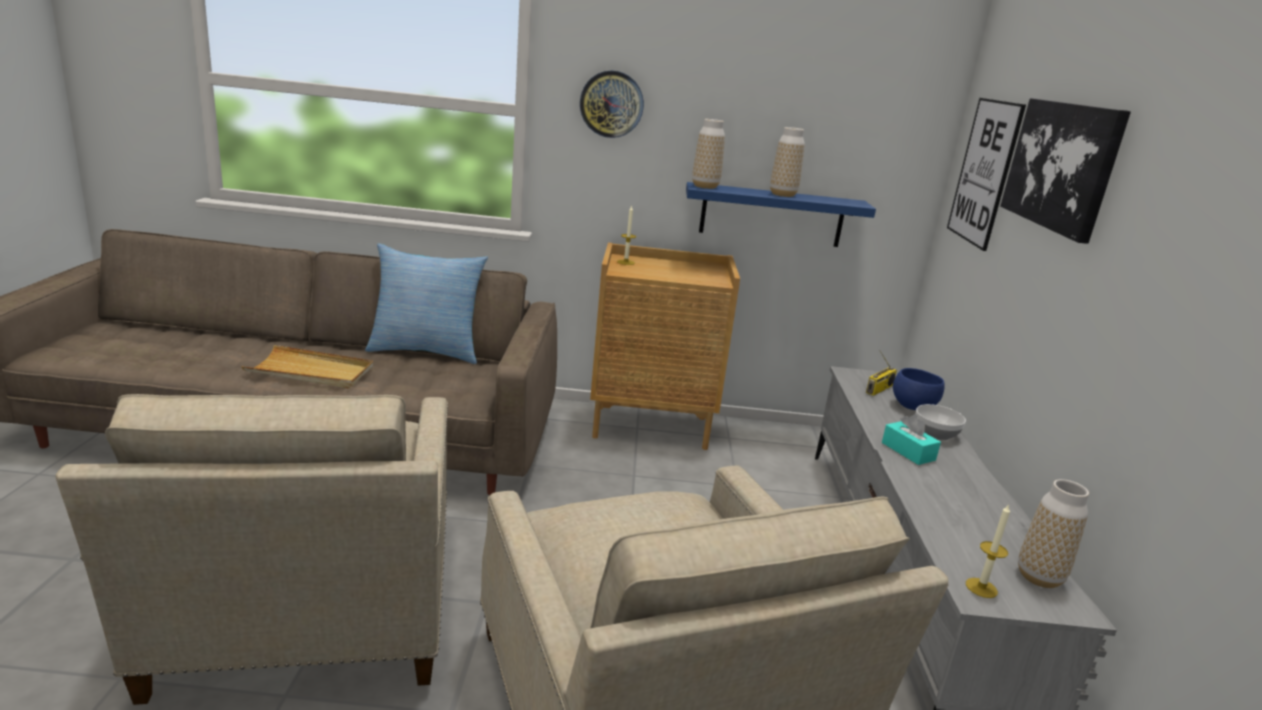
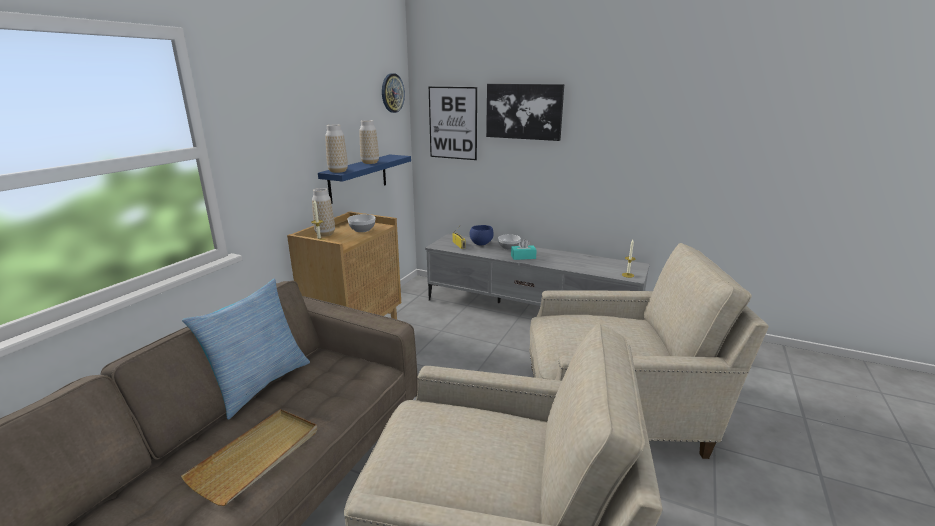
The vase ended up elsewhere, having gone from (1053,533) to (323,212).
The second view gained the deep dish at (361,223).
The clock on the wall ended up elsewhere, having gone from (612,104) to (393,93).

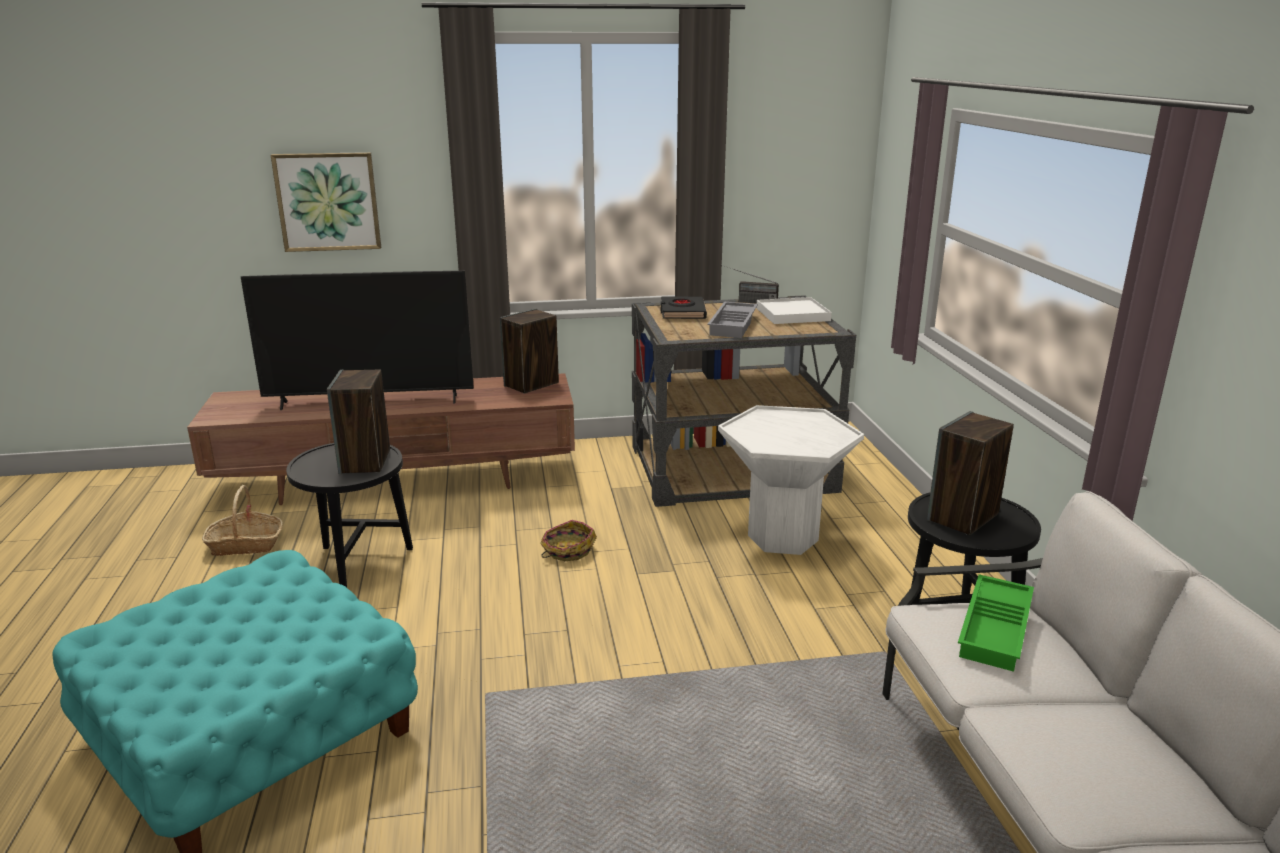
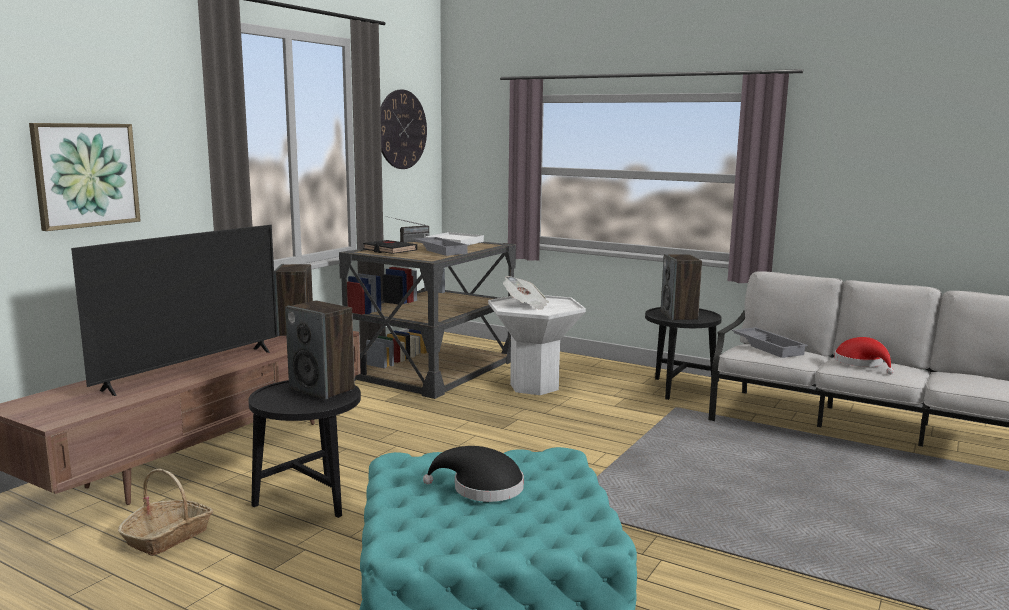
The second view gained the clock on the wall at (404,129).
The second view gained the clothing hat (blackish) at (473,474).
The second view gained the newspaper at (526,293).
What was the serving tray (green-coloured) at (996,623) turned into the serving tray (greyish) at (770,342).
The second view gained the clothing hat (red-coloured) at (864,355).
The second view lost the basket at (568,540).

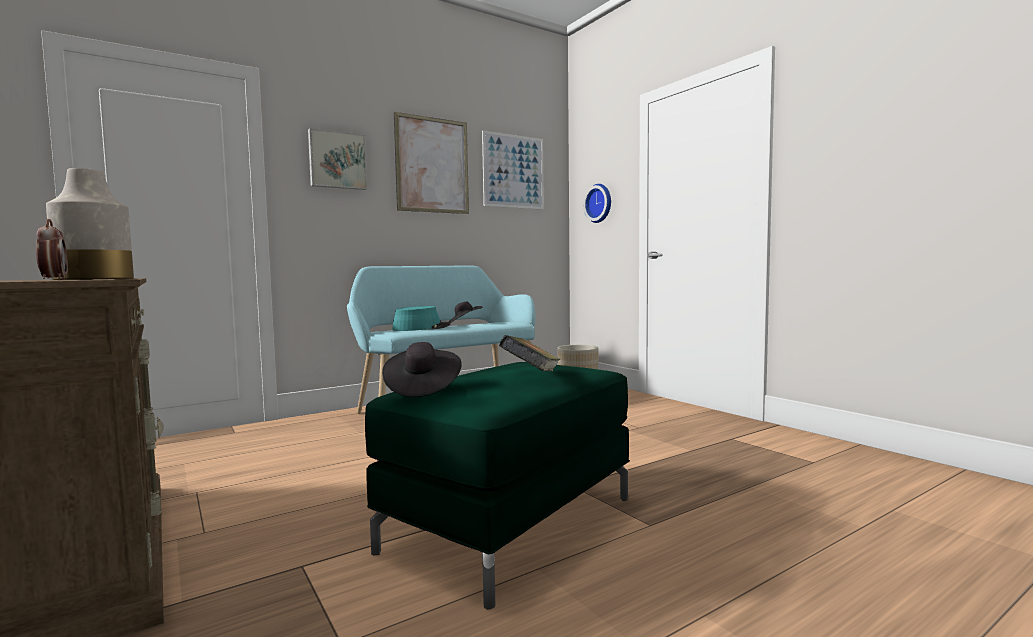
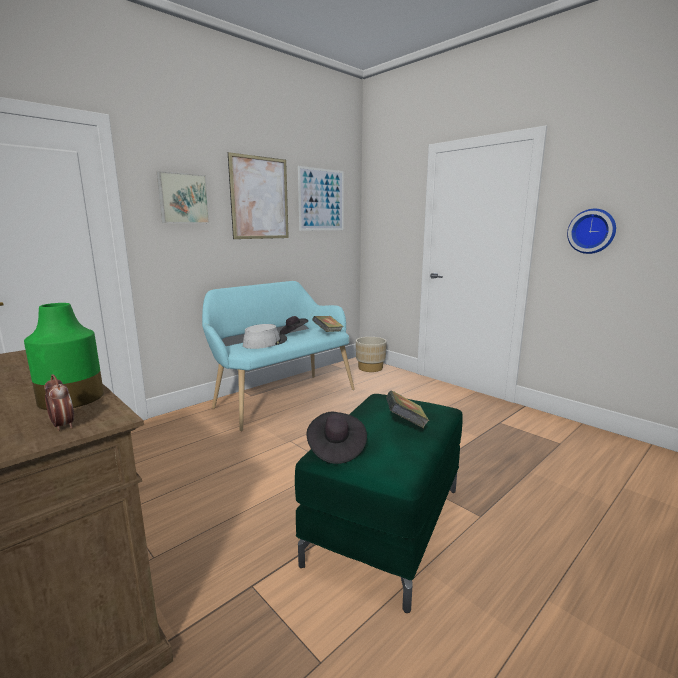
What was the vase (beige-coloured) at (90,224) turned into the vase (green-coloured) at (64,356).
What was the clothing hat (blue-green) at (421,318) turned into the clothing hat (greyish) at (265,336).
The second view gained the book at (328,324).
The clock on the wall ended up elsewhere, having gone from (597,203) to (591,231).

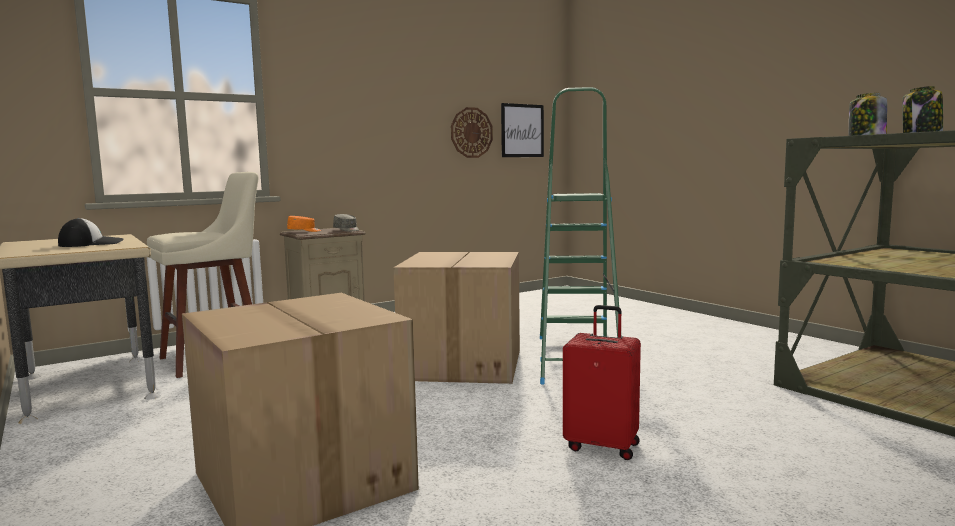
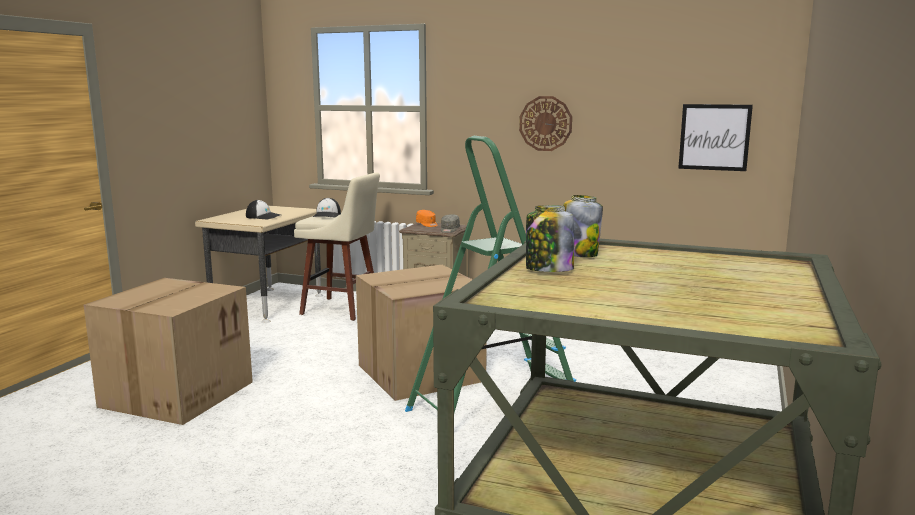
The second view gained the baseball cap at (327,208).
The clock on the wall ended up elsewhere, having gone from (472,132) to (545,123).
The second view lost the suitcase (red-coloured) at (602,382).

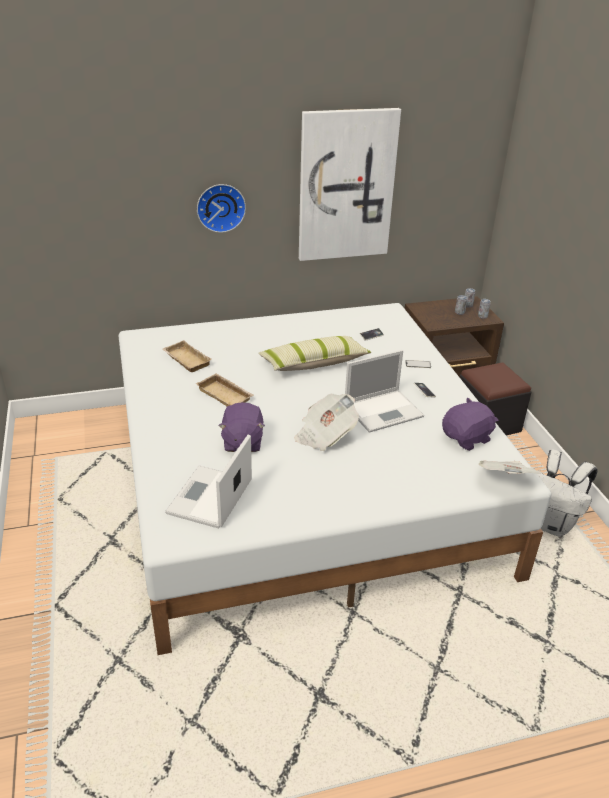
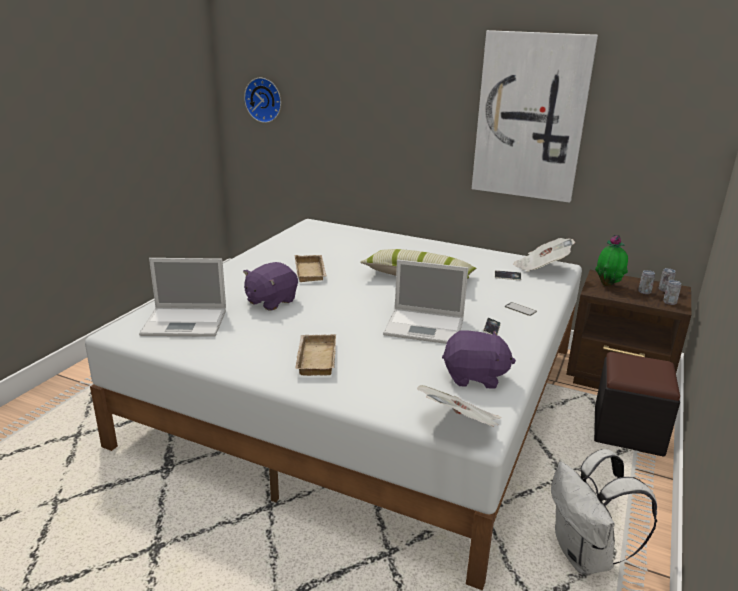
The laptop at (208,482) ended up facing another way, 150 degrees counterclockwise from before.
The clock on the wall ended up elsewhere, having gone from (221,208) to (262,100).
The serving tray (beige-coloured) ended up elsewhere, having gone from (187,356) to (315,355).
The newspaper ended up elsewhere, having gone from (327,422) to (544,255).
The second view gained the houseplant at (611,260).

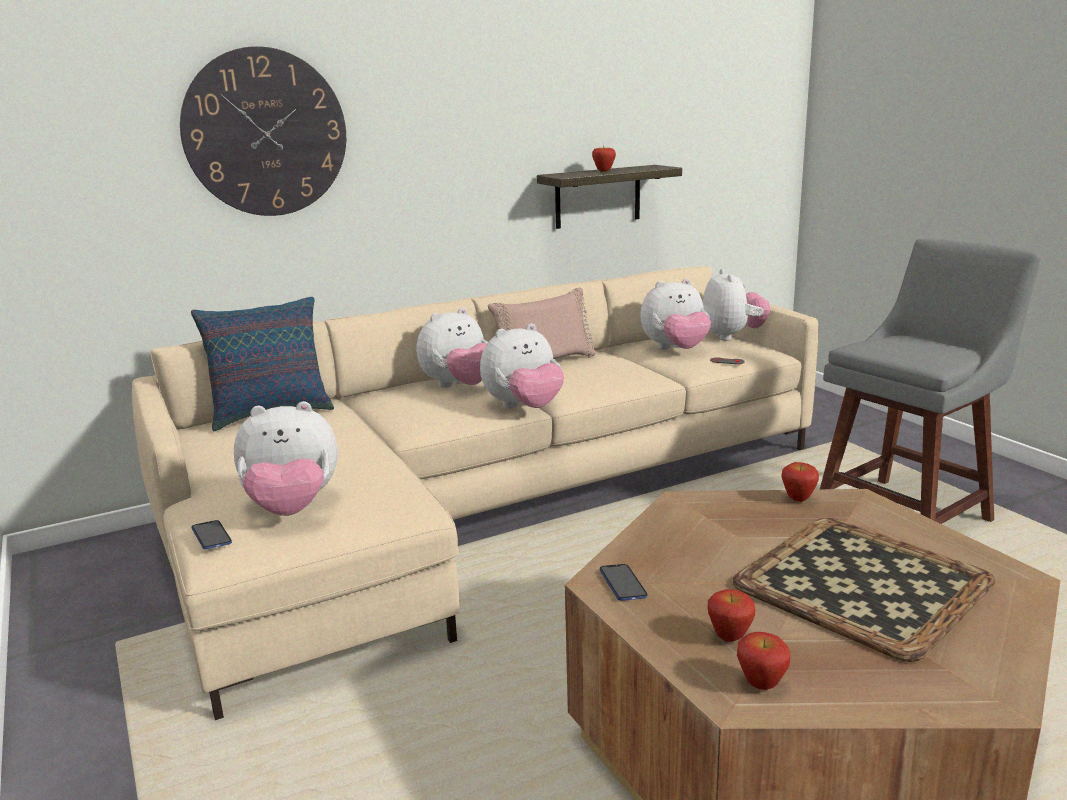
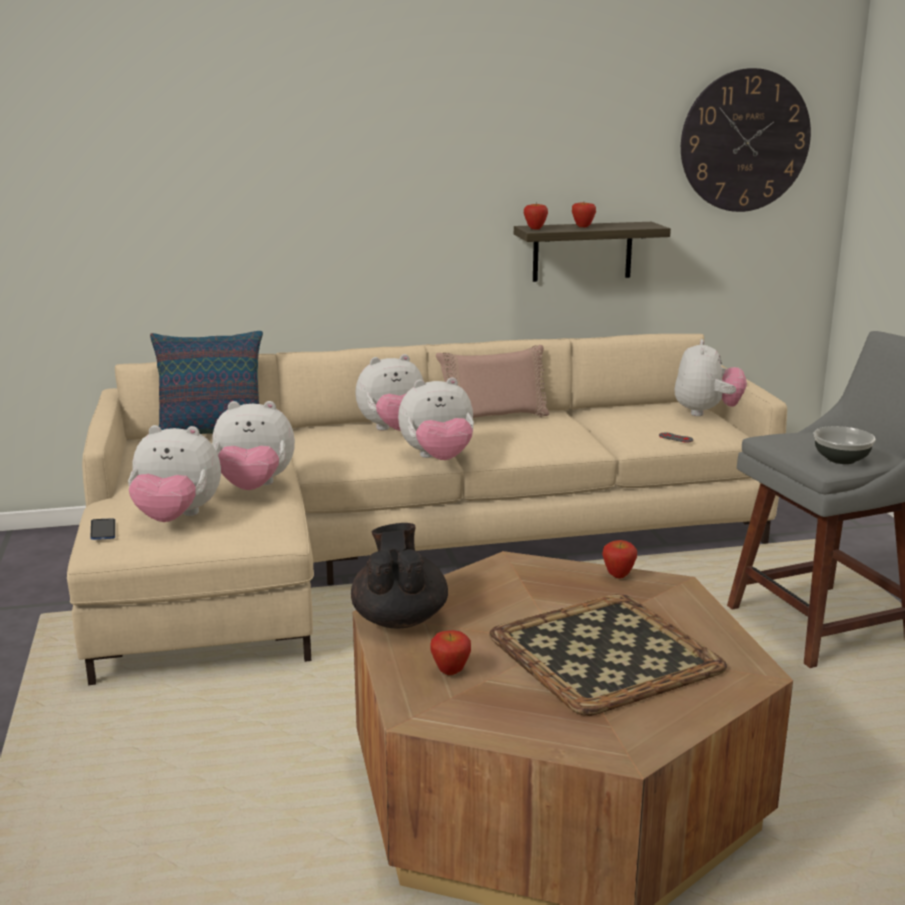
The cuddly toy ended up elsewhere, having gone from (675,314) to (253,445).
Where the telephone stood at (624,582), the tea pot (blackish) came to stand at (399,575).
The apple ended up elsewhere, having gone from (763,661) to (536,216).
The clock on the wall ended up elsewhere, having gone from (263,131) to (746,140).
The second view gained the deep dish at (845,445).

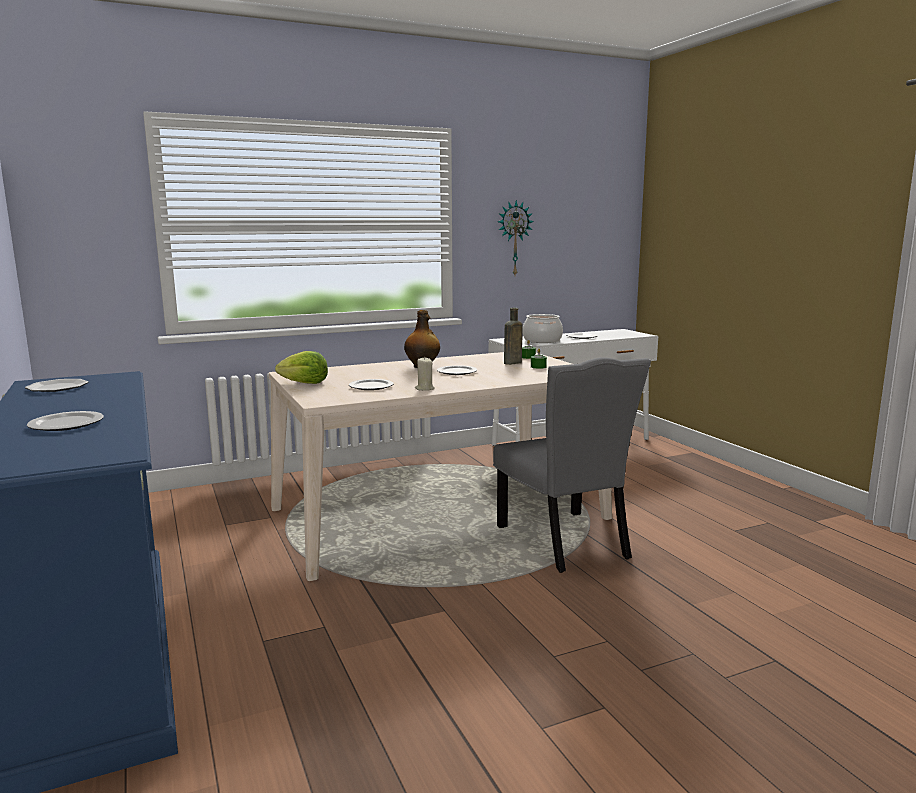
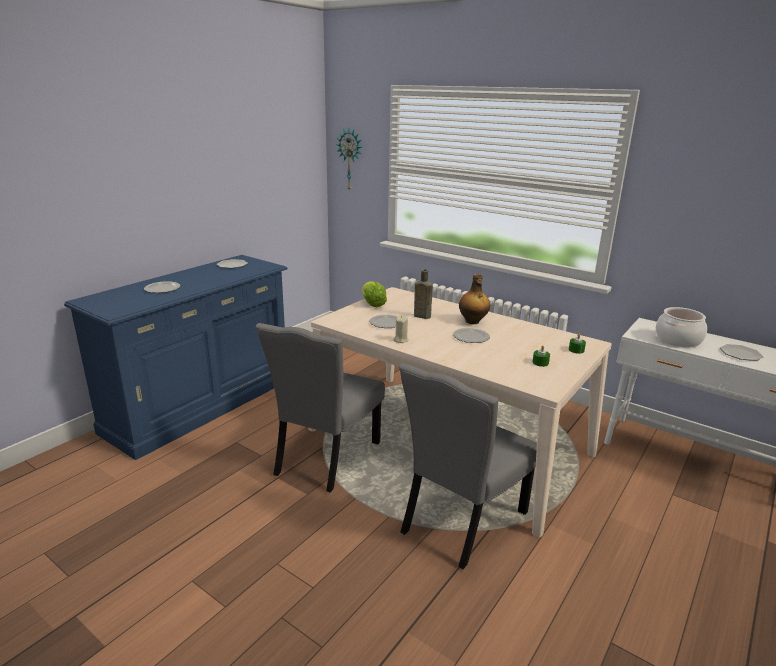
The second view gained the plain chair (greyish) at (320,408).
The clock on the wall ended up elsewhere, having gone from (516,237) to (349,159).
The beverage bottle (brown) ended up elsewhere, having gone from (513,336) to (423,294).

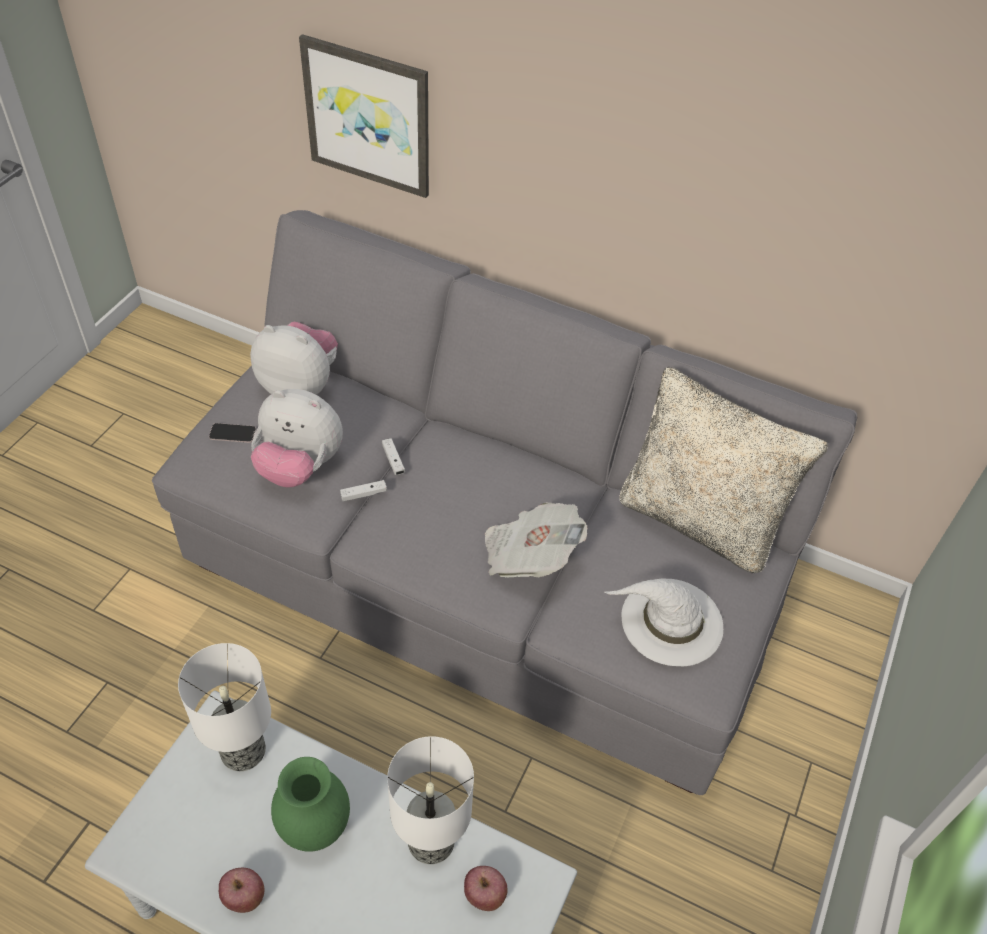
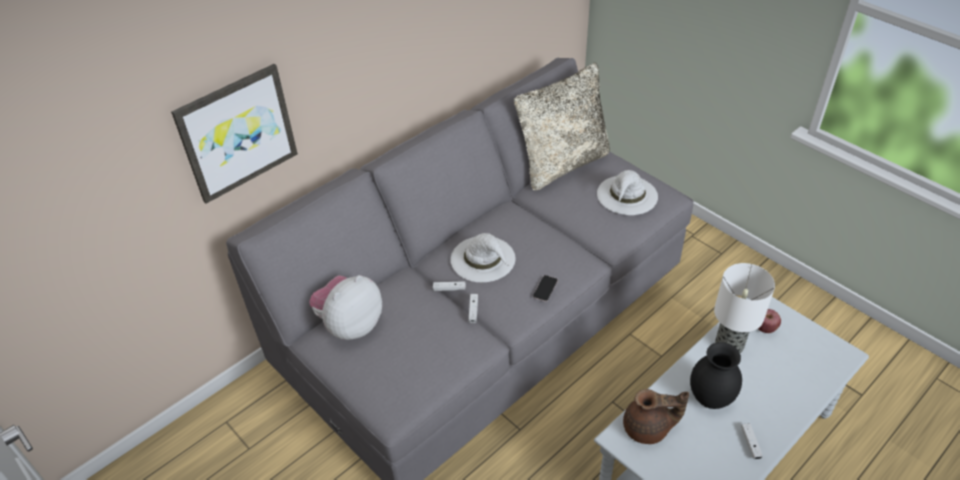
The second view gained the clothing hat (whitish) at (483,257).
The telephone ended up elsewhere, having gone from (232,433) to (545,288).
Where the lamp for a table stood at (224,707), the tea pot (brown) came to stand at (656,416).
What was the vase (green-coloured) at (310,804) turned into the vase (blackish) at (716,375).
Where the apple stood at (242,890), the game controller (whitish) came to stand at (752,441).
The second view lost the cuddly toy at (297,438).
The second view lost the newspaper at (536,540).

